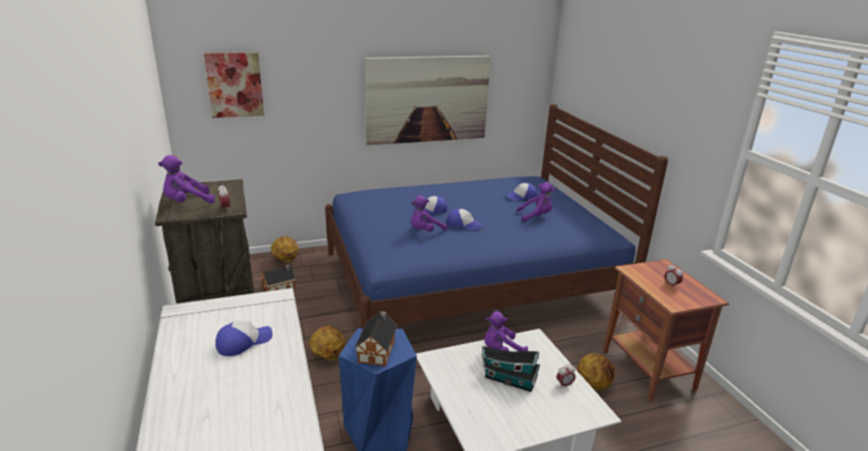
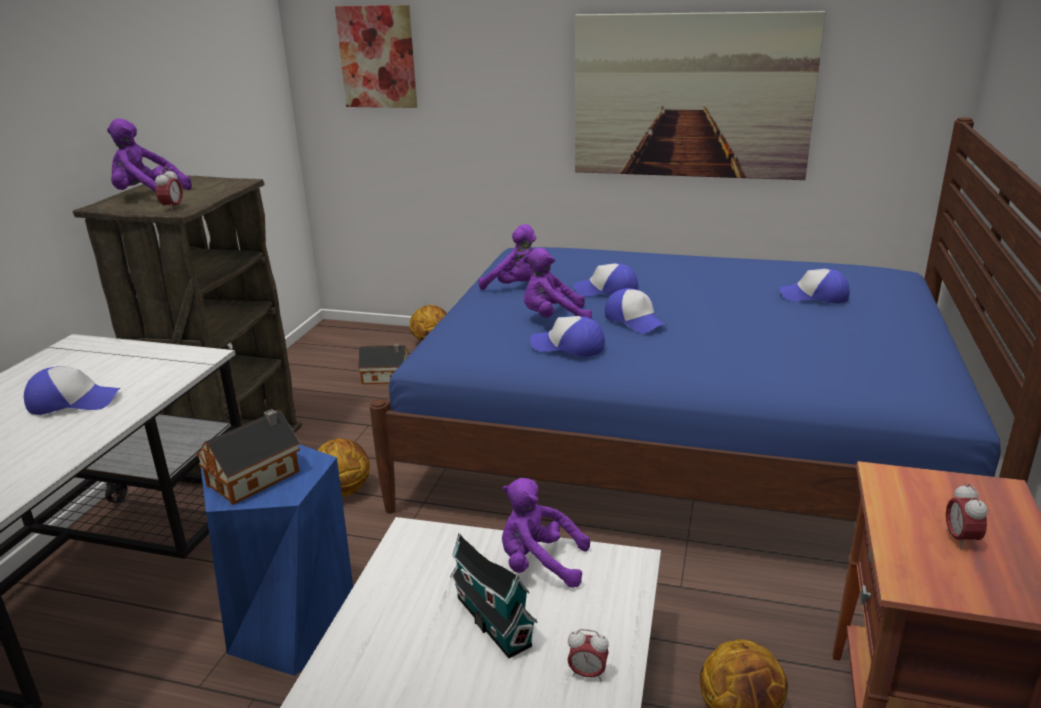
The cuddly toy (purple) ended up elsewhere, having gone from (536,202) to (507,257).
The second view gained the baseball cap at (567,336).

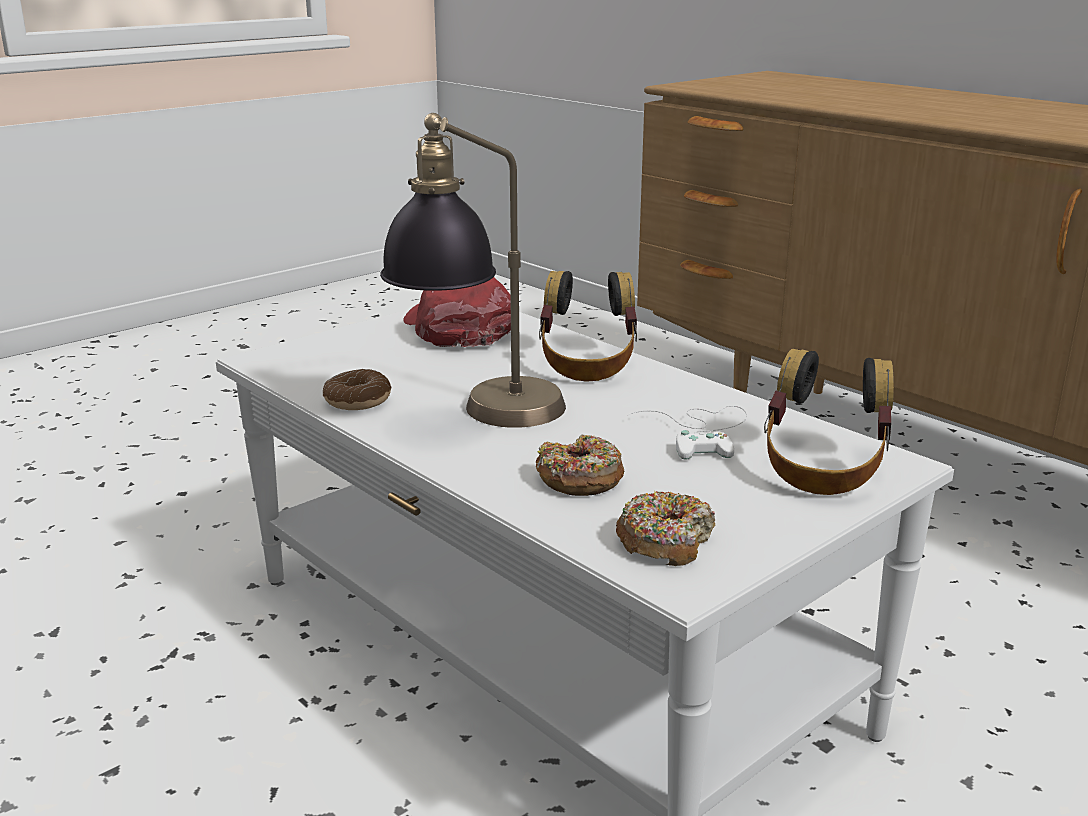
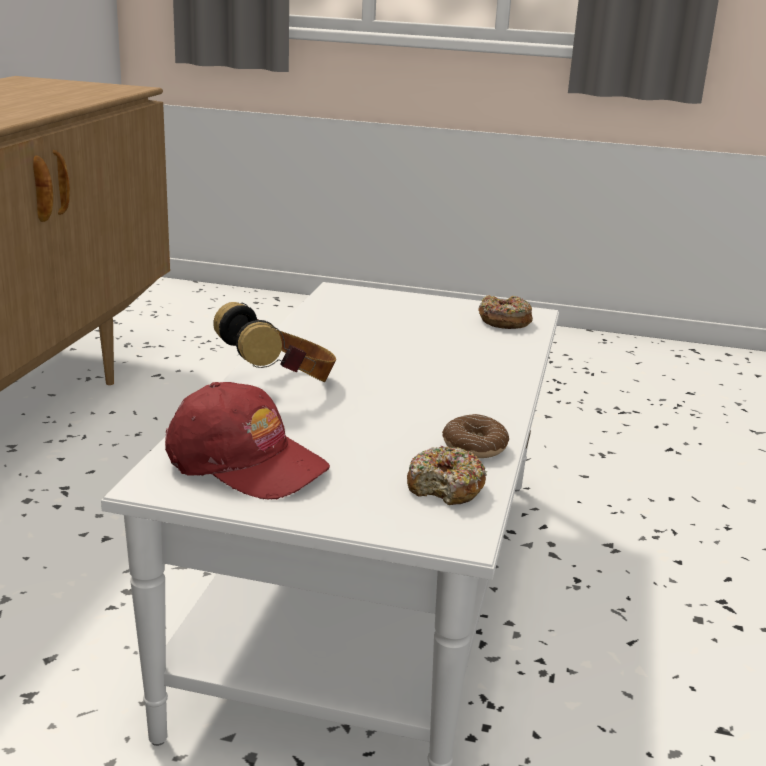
The baseball cap (red-coloured) at (457,312) ended up facing another way, 90 degrees counterclockwise from before.
The doughnut ended up elsewhere, having gone from (580,465) to (447,475).
The second view lost the lamp for a table at (473,270).
The second view lost the game controller (whitish) at (687,433).
The second view lost the headset at (829,422).

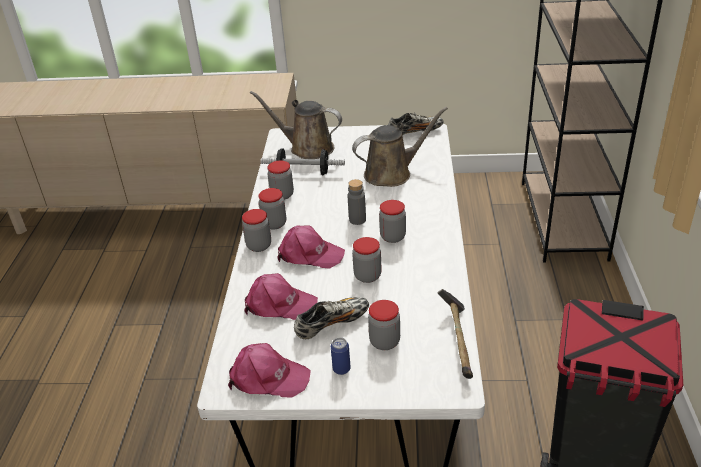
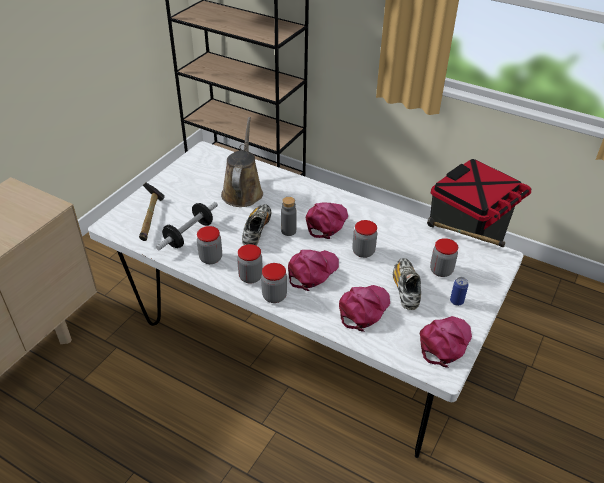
Where the watering pot (brown) stood at (296,125), the tool hammer came to stand at (152,212).
The low shoe ended up elsewhere, having gone from (415,123) to (256,224).
Where the preserve jar stood at (392,221), the baseball cap (pinkish) came to stand at (327,220).

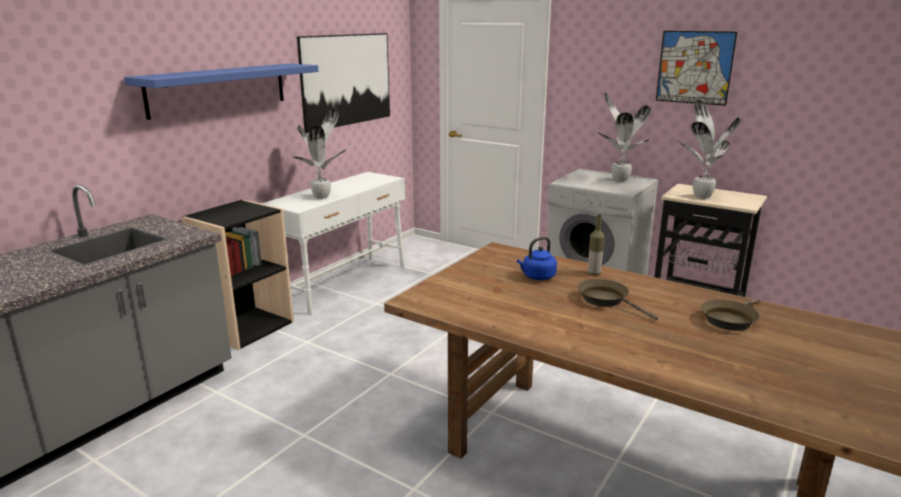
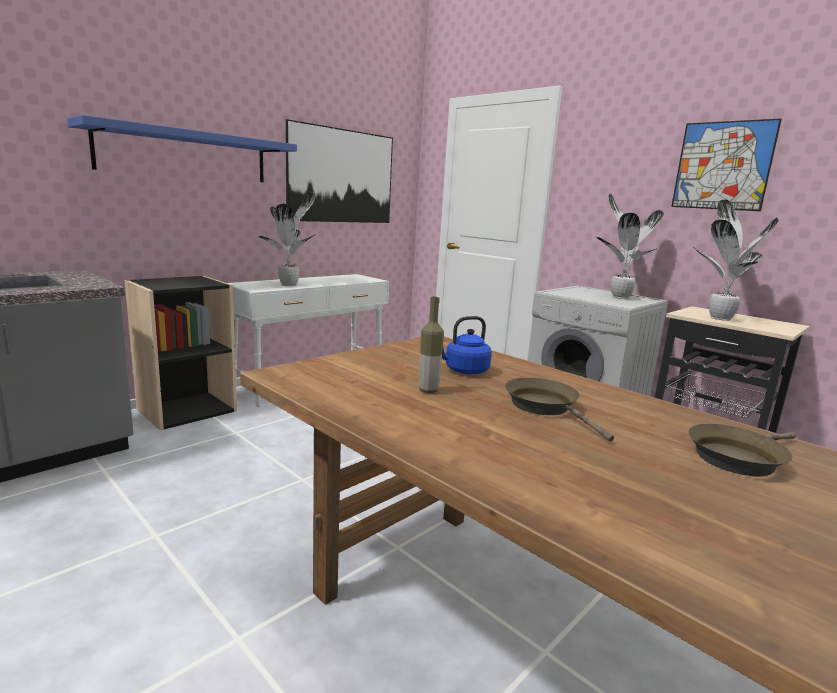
The beverage bottle ended up elsewhere, having gone from (596,244) to (431,345).

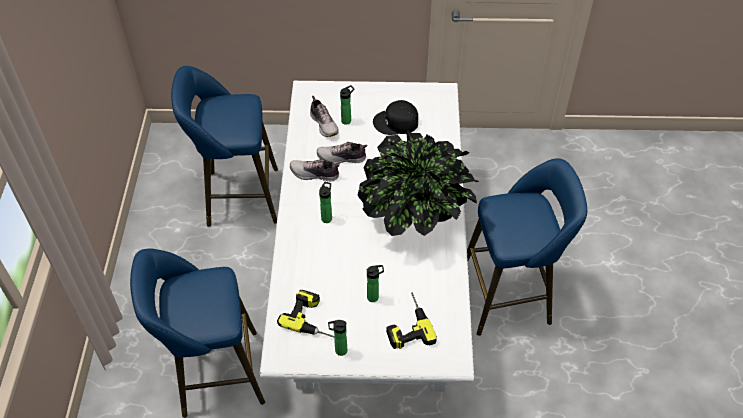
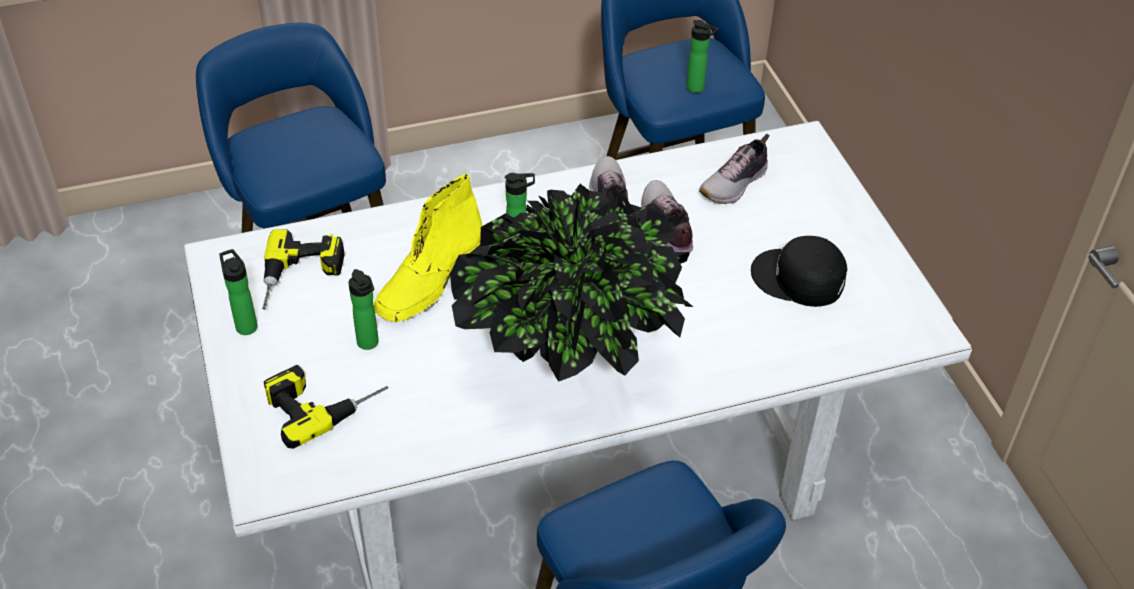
The second view gained the boot (yellowish) at (428,248).
The beverage bottle ended up elsewhere, having gone from (347,105) to (702,56).
The baseball cap (blackish) at (395,117) ended up facing another way, 45 degrees counterclockwise from before.

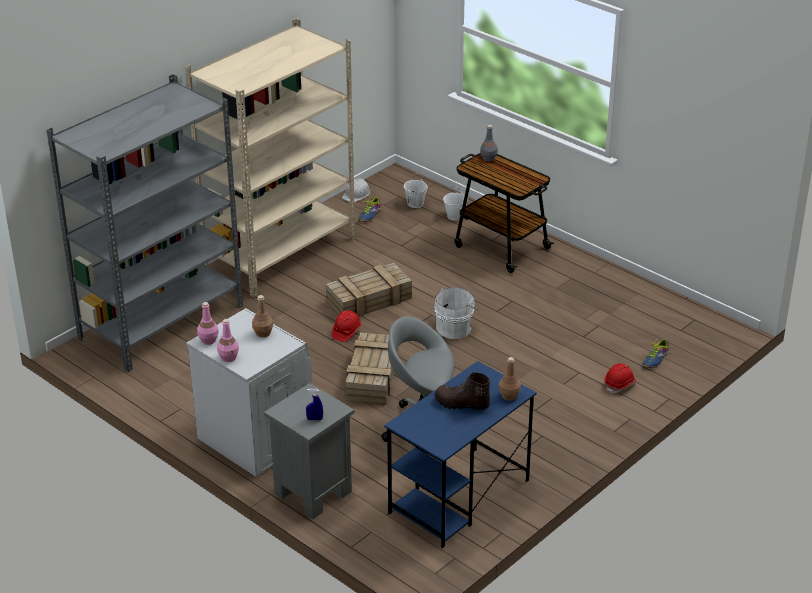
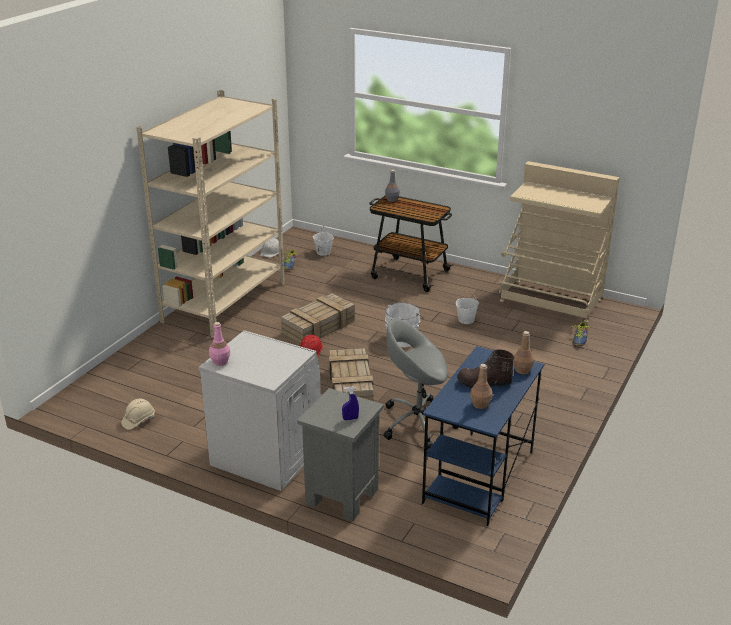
The second view gained the work helmet (beige-coloured) at (138,414).
The water bucket (whitish) ended up elsewhere, having gone from (455,203) to (467,307).
The beverage bottle (brown) ended up elsewhere, having gone from (262,316) to (481,386).
The second view gained the shoe rack (beige-coloured) at (559,241).
The second view lost the bookshelf (greyish) at (145,223).
The second view lost the beverage bottle (pinkish) at (228,340).
The second view lost the work helmet (red-coloured) at (620,378).

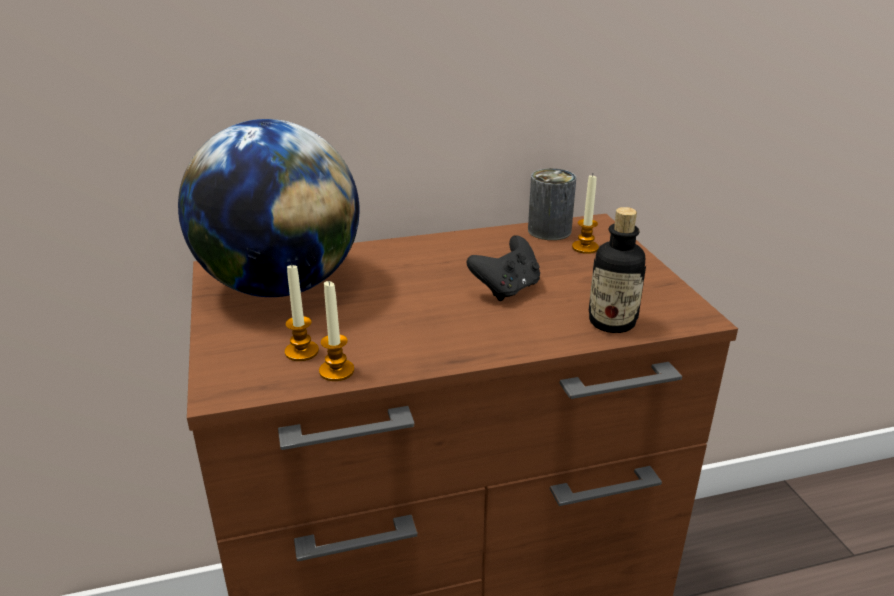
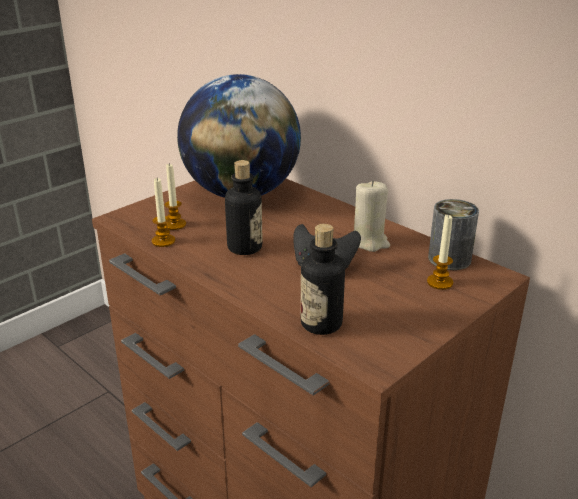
The second view gained the beverage bottle at (244,207).
The second view gained the wax candle (beige-coloured) at (372,216).

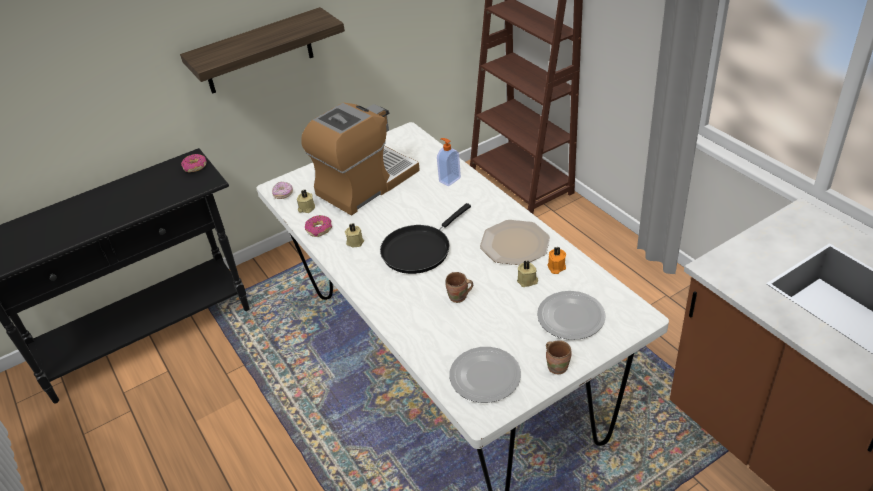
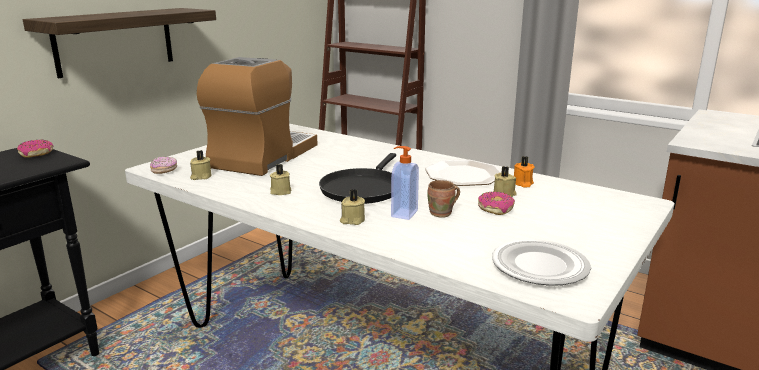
The second view gained the wax candle (beige-coloured) at (352,207).
The liquid soap bottle ended up elsewhere, having gone from (449,162) to (405,183).
The doughnut ended up elsewhere, having gone from (318,226) to (496,203).
The second view lost the dinner plate at (571,315).
The second view lost the coffee mug (brown) at (559,357).

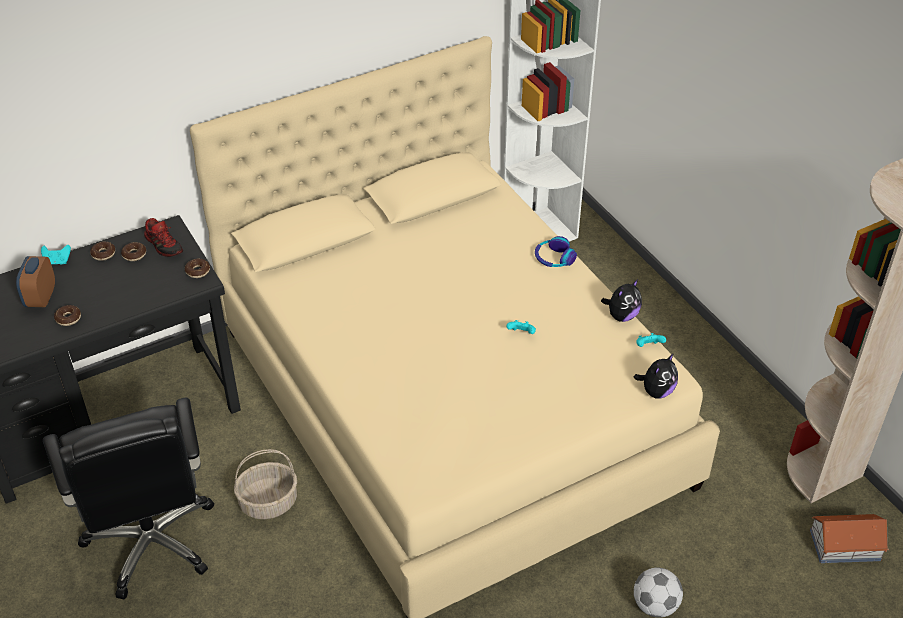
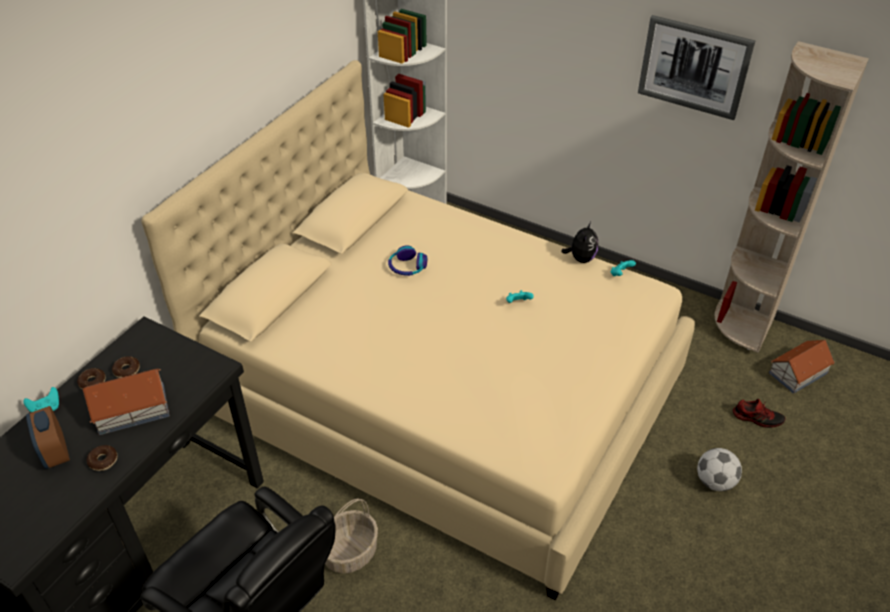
The second view gained the toy house at (126,401).
The headset ended up elsewhere, having gone from (556,251) to (407,260).
The second view gained the wall art at (696,67).
The low shoe ended up elsewhere, having gone from (163,237) to (759,413).
The second view lost the doughnut at (197,268).
The second view lost the cuddly toy at (656,376).

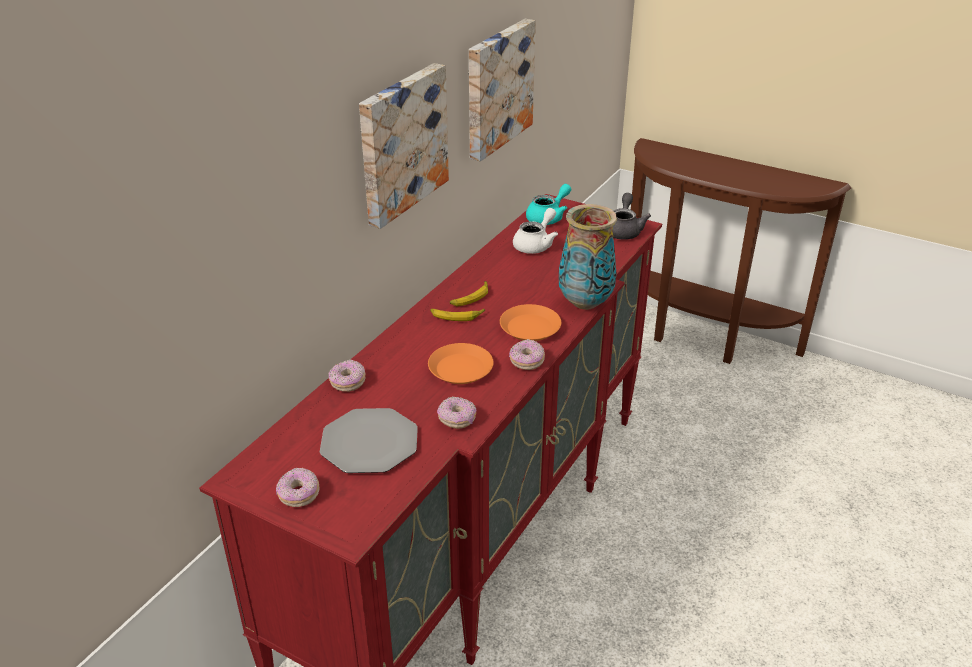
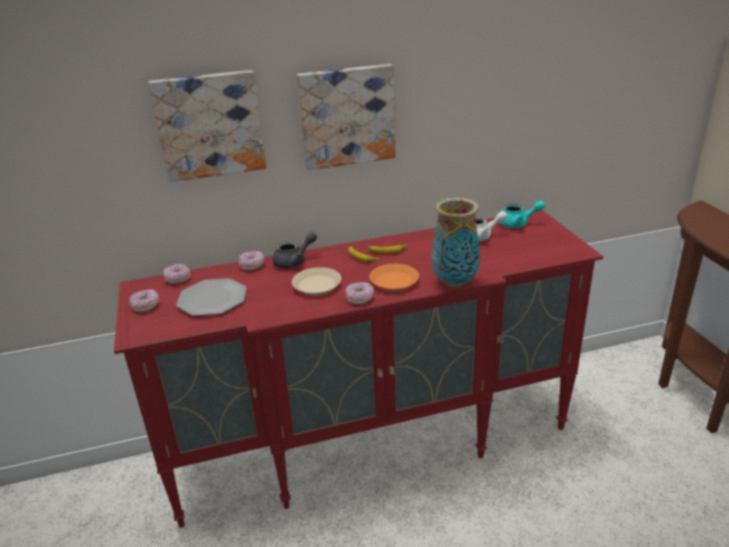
The wall art ended up elsewhere, having gone from (502,90) to (207,126).
The doughnut ended up elsewhere, having gone from (456,412) to (177,273).
The tea pot (greyish) ended up elsewhere, having gone from (632,216) to (295,250).
What was the dinner plate (orangey) at (461,363) turned into the dinner plate (beige-coloured) at (316,281).

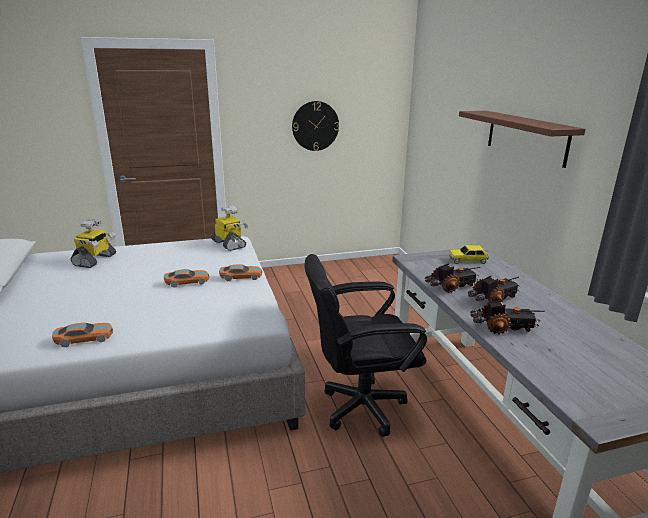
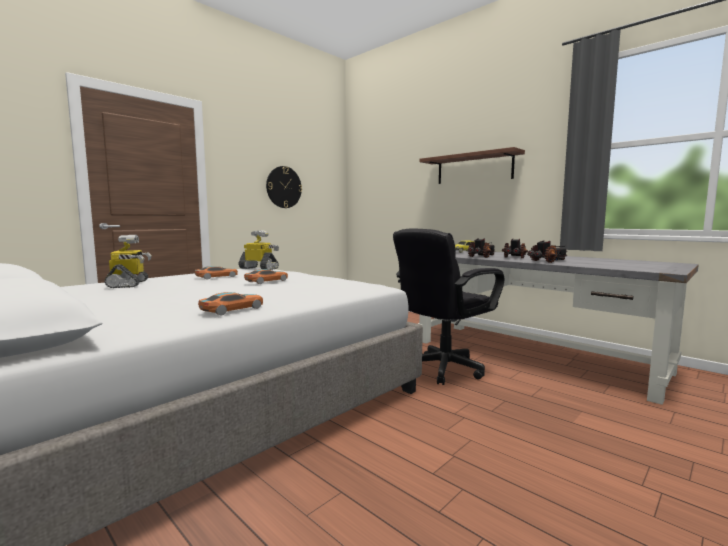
The model car ended up elsewhere, having gone from (240,272) to (216,273).

